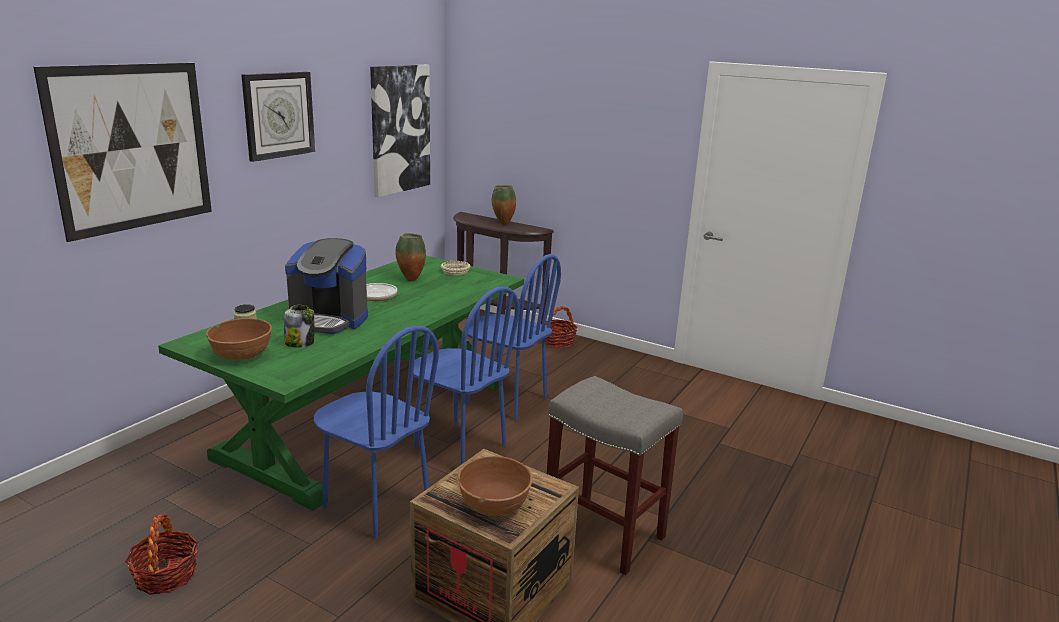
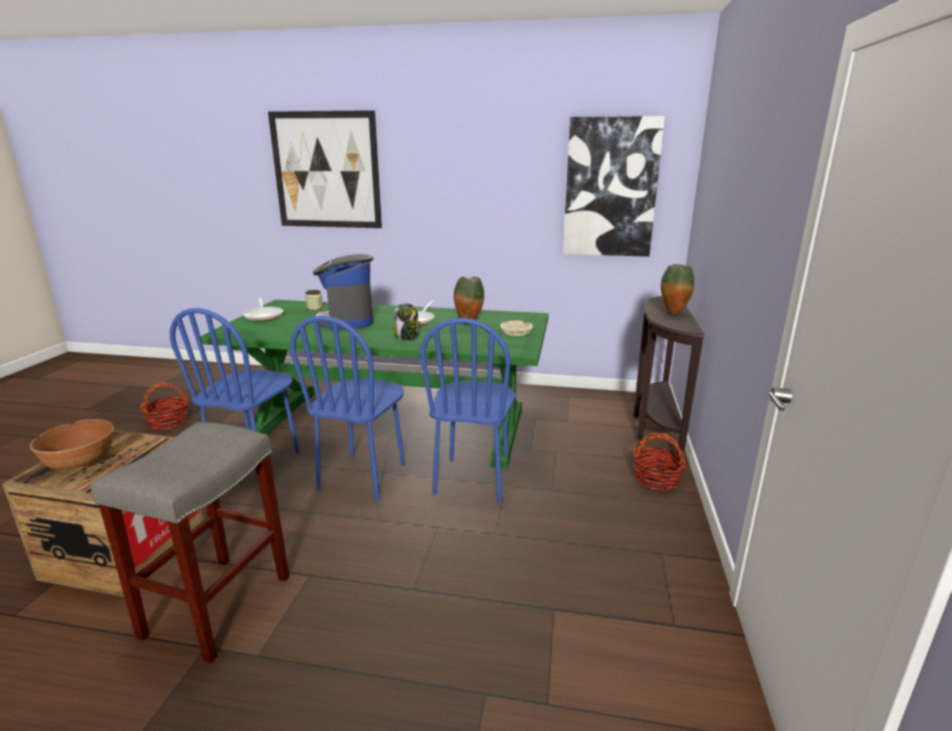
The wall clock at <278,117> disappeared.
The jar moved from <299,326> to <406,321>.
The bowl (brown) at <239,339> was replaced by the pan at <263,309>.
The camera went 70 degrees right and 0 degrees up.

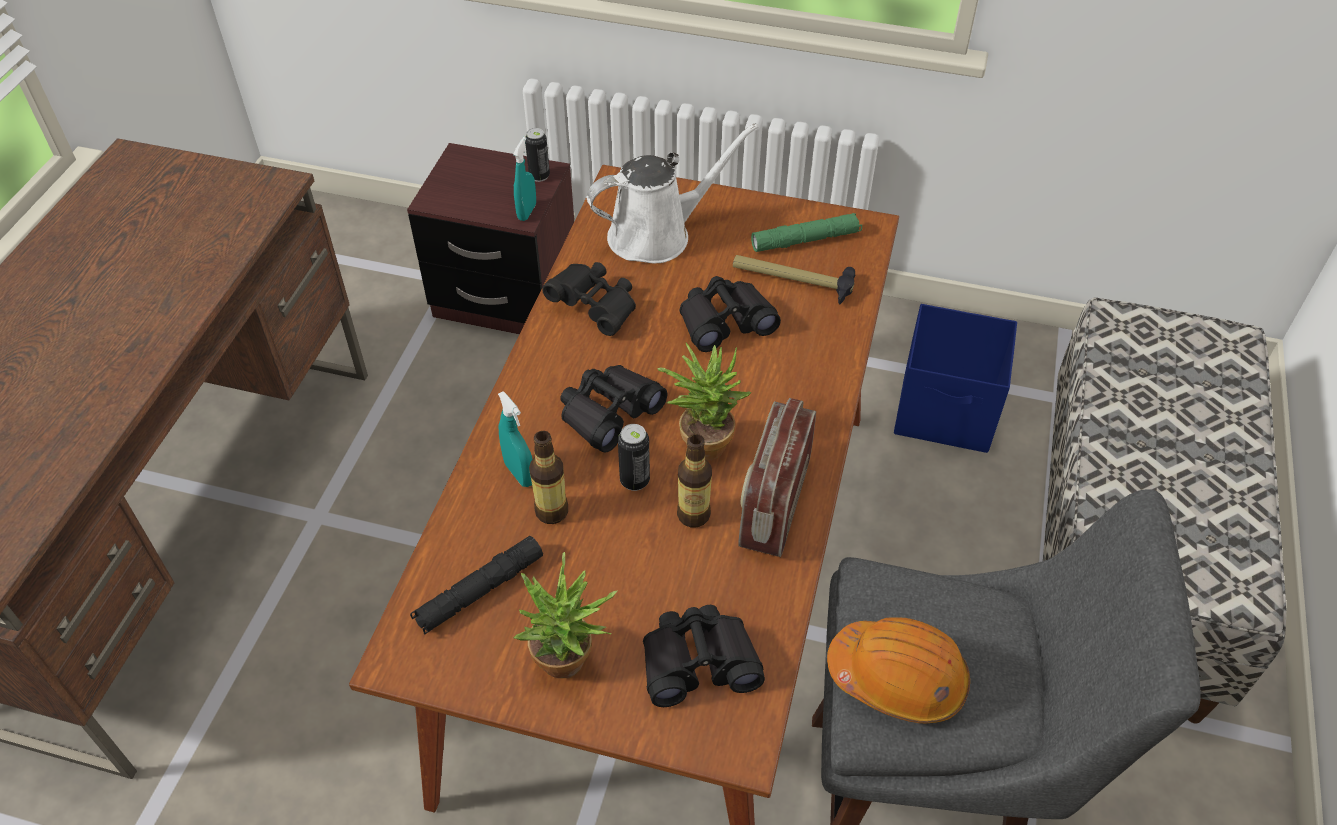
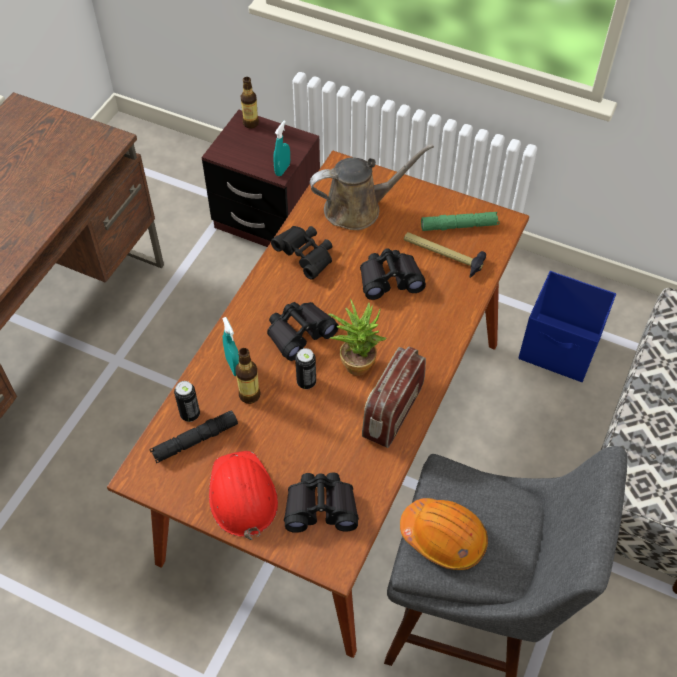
The watering pot (white-coloured) at <673,193> became the watering pot (brown) at <372,187>.
The sealed can moved from <537,155> to <187,401>.
The drink bottle moved from <694,480> to <249,103>.
The houseplant at <565,615> was replaced by the safety helmet (red-coloured) at <243,495>.
The camera went 10 degrees right and 5 degrees up.

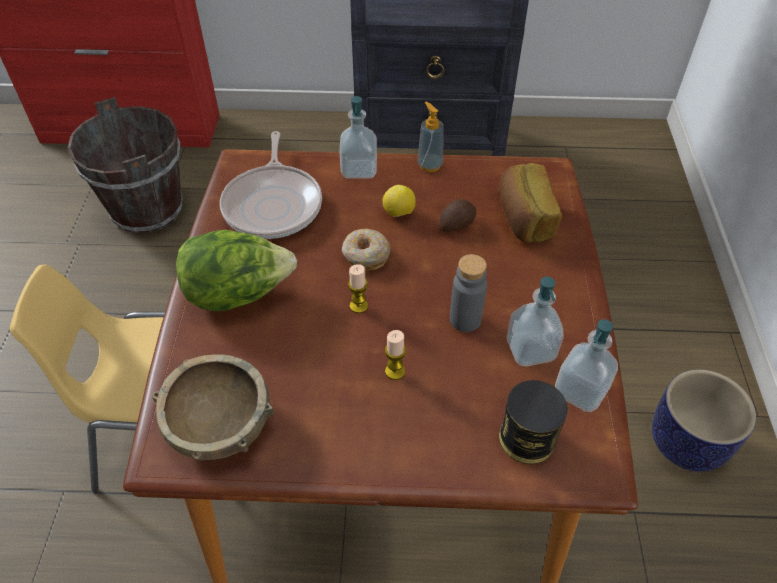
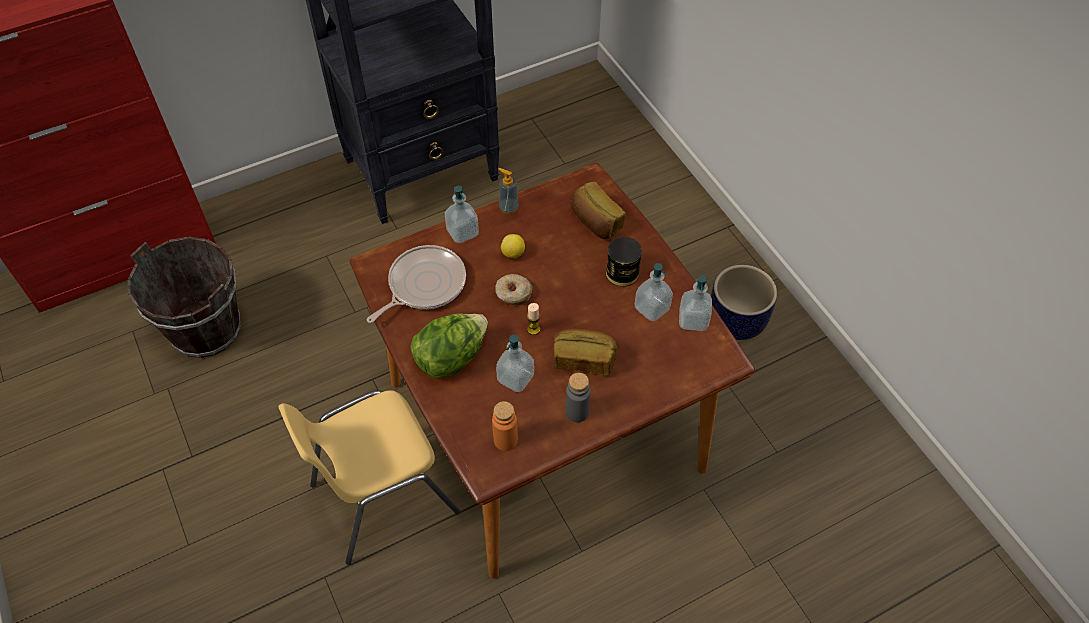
The pan at <271,185> turned 105 degrees counterclockwise.
The spud at <458,215> disappeared.
The drink bottle (gray) moved from <468,293> to <578,397>.
The wax light at <395,355> was replaced by the bakery bread at <586,352>.
The bowl (brown) at <213,407> was replaced by the drink bottle (orange-coloured) at <505,426>.
The sealed can moved from <533,422> to <624,262>.
The soap dispenser at <515,363> appeared.
The camera went 30 degrees left and 5 degrees up.

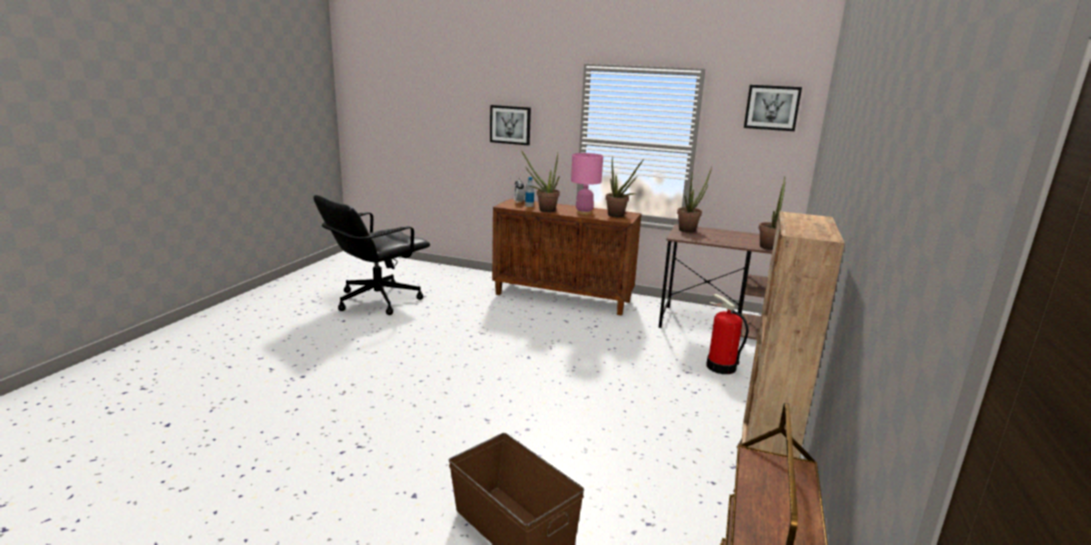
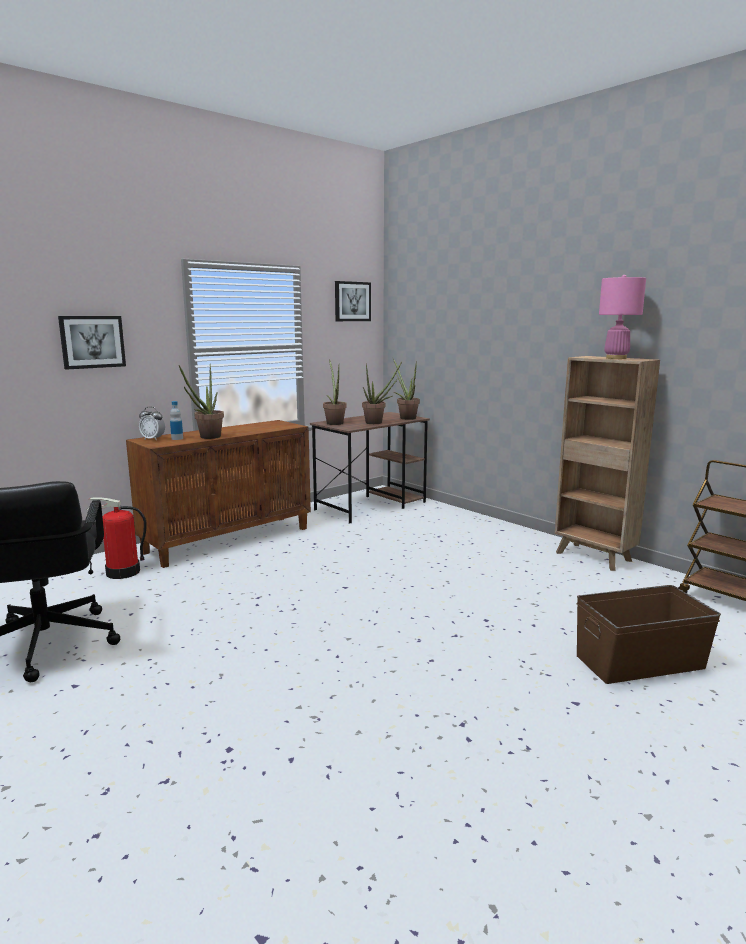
The table lamp (pink-coloured) moved from <587,184> to <622,317>.
The houseplant moved from <625,187> to <382,392>.
The fire extinguisher moved from <727,334> to <117,538>.
The camera went 60 degrees left and 5 degrees down.

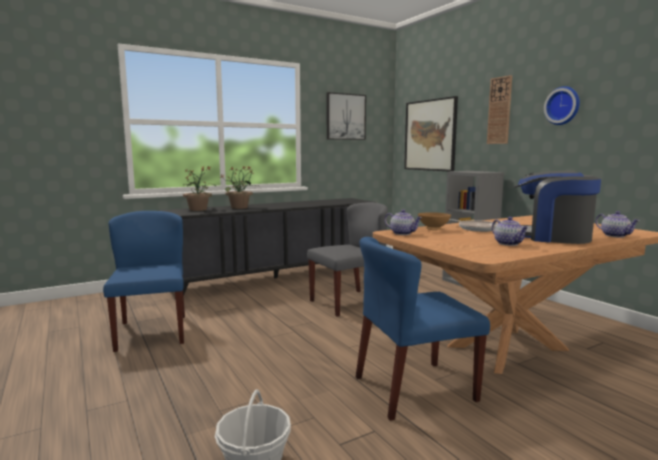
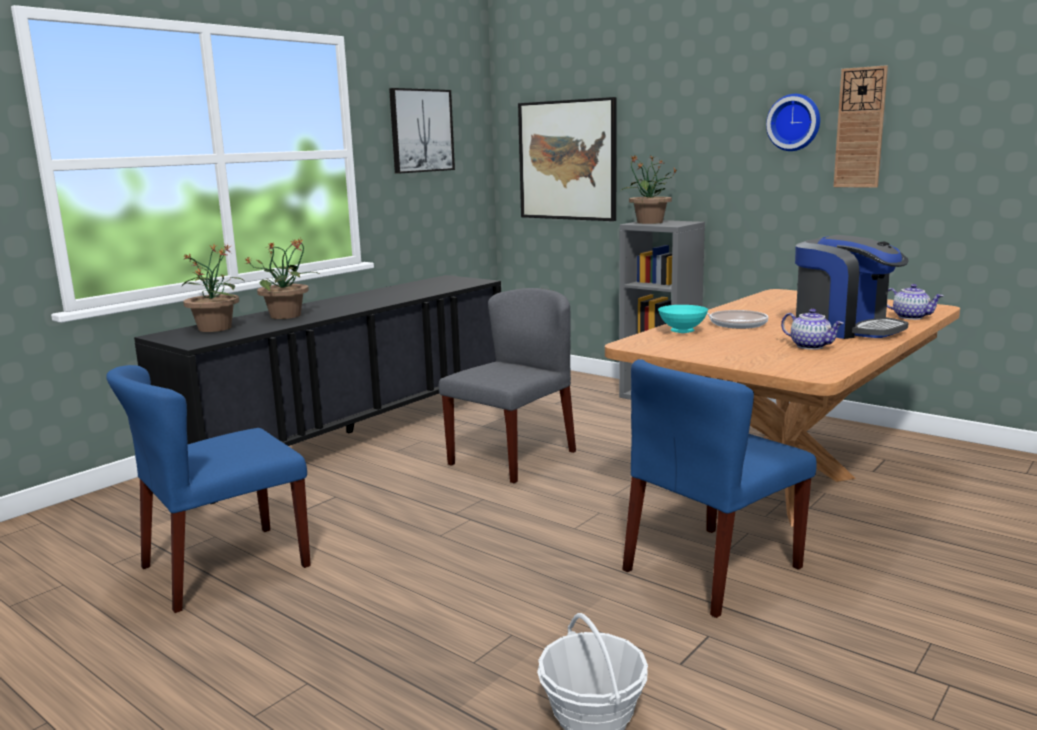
The wall clock moved from <499,109> to <860,126>.
The coffee brewer at <557,207> turned 135 degrees counterclockwise.
The teapot at <403,222> disappeared.
The plain chair (bluish) at <144,281> turned 90 degrees counterclockwise.
The bowl (brown) at <434,221> became the bowl (turquoise-coloured) at <683,319>.
The houseplant at <649,189> appeared.
The camera went 20 degrees left and 5 degrees up.

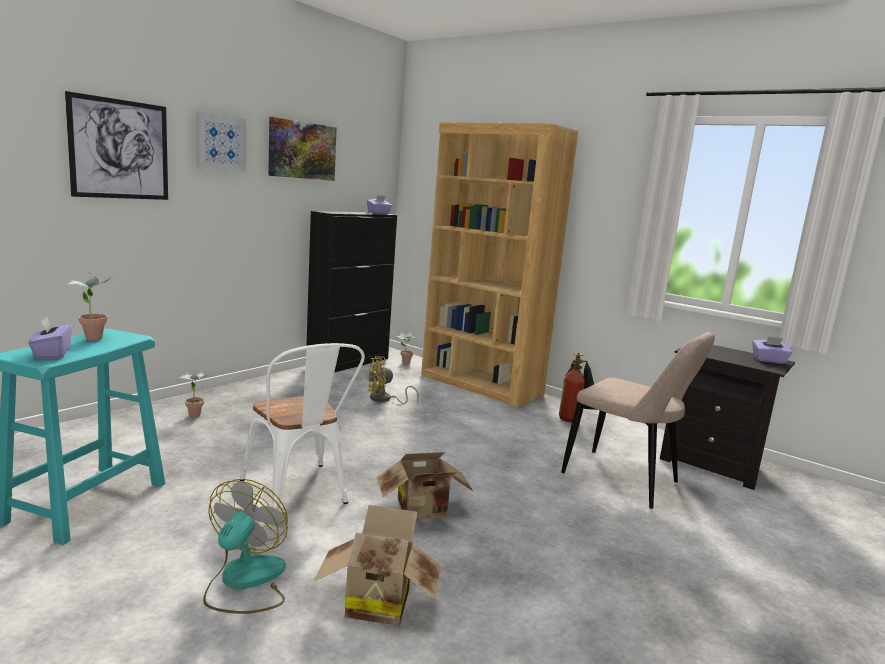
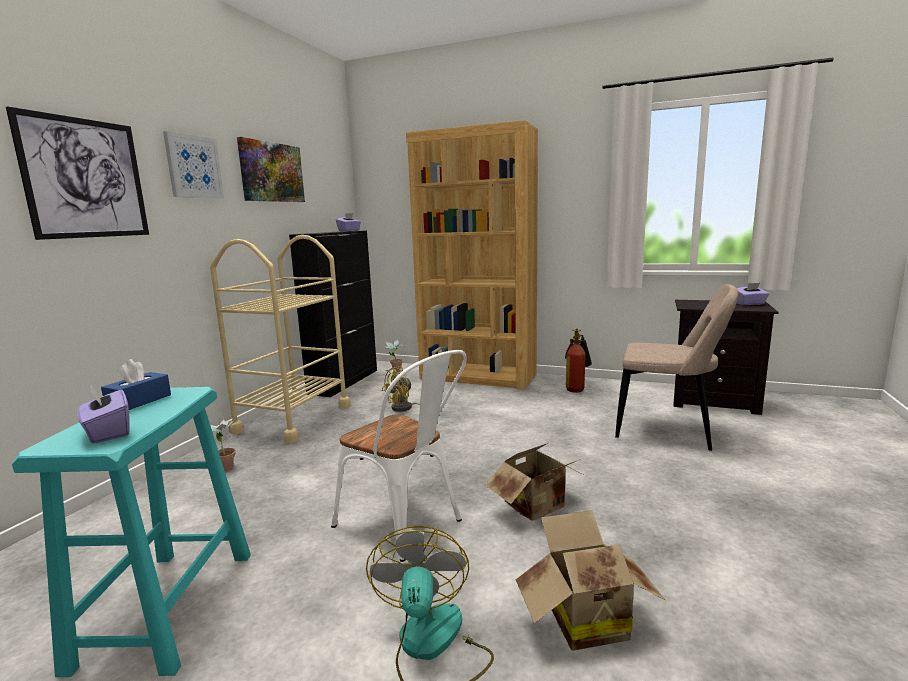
The houseplant at <89,306> was replaced by the box of tissues (bluish) at <136,384>.
The cart (sand-coloured) at <280,339> appeared.
The camera went 15 degrees left and 0 degrees up.

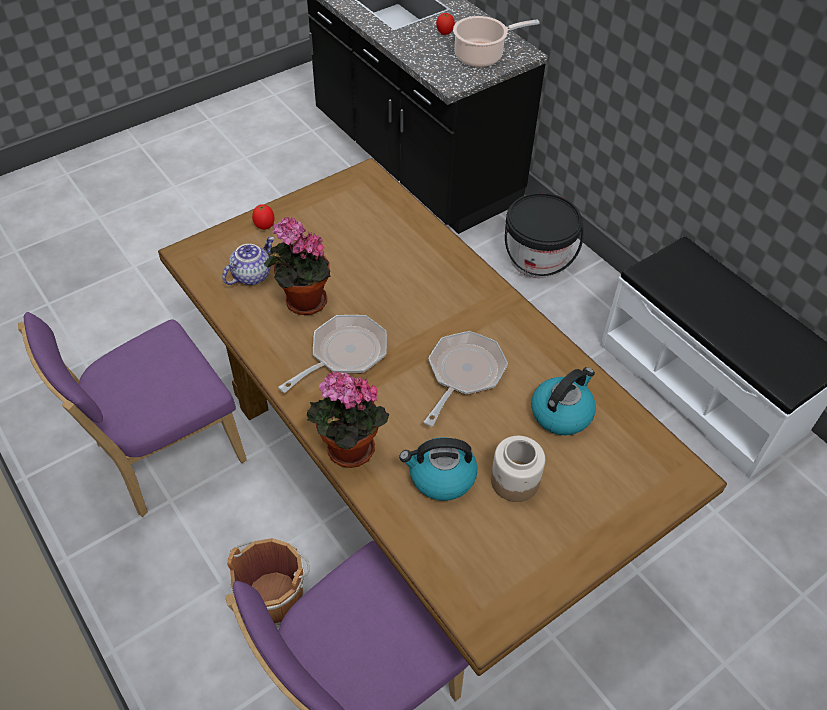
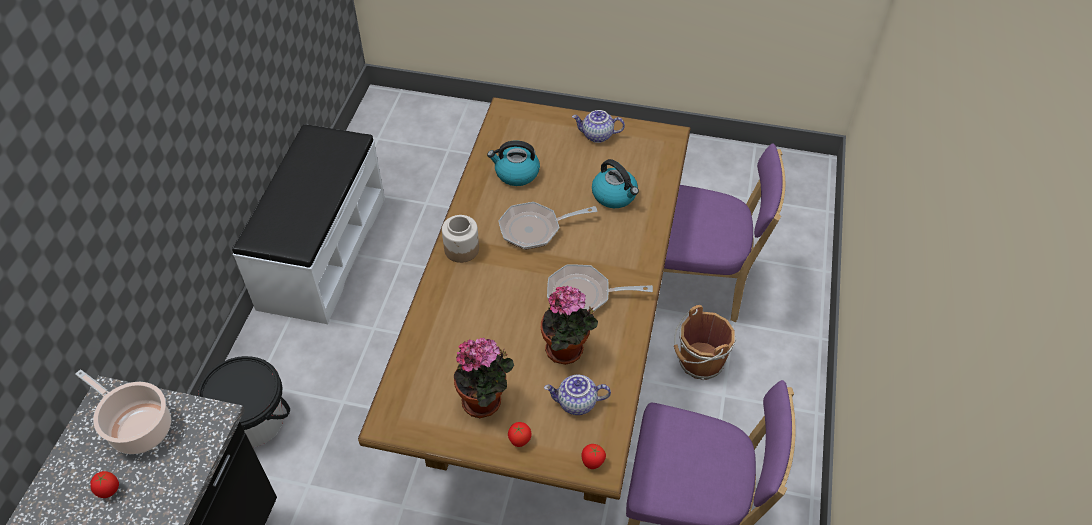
The houseplant moved from <348,419> to <484,378>.
The jar moved from <518,469> to <460,239>.
The teapot at <598,126> appeared.
The whole tomato at <594,456> appeared.
The camera went 130 degrees left and 0 degrees up.

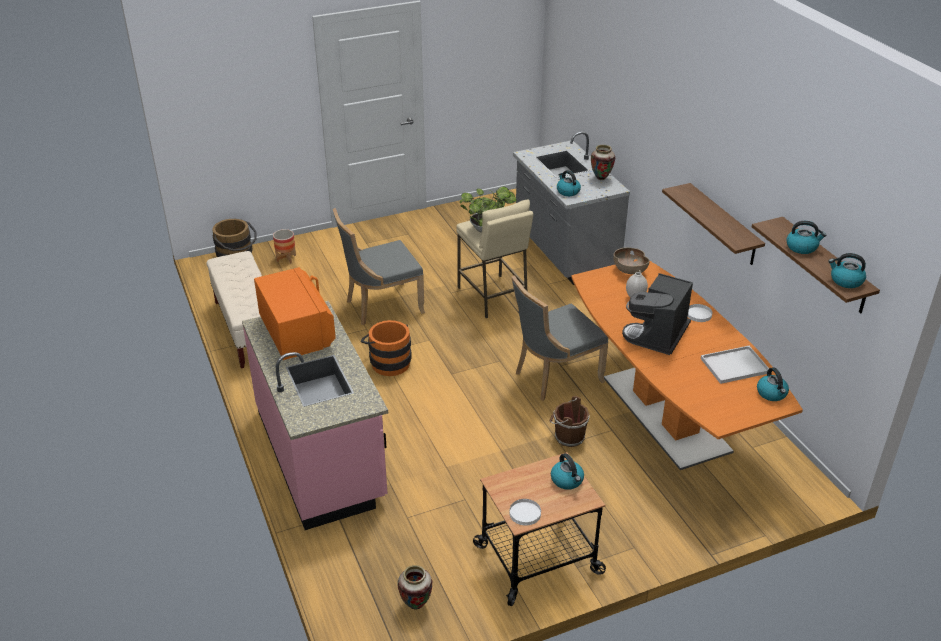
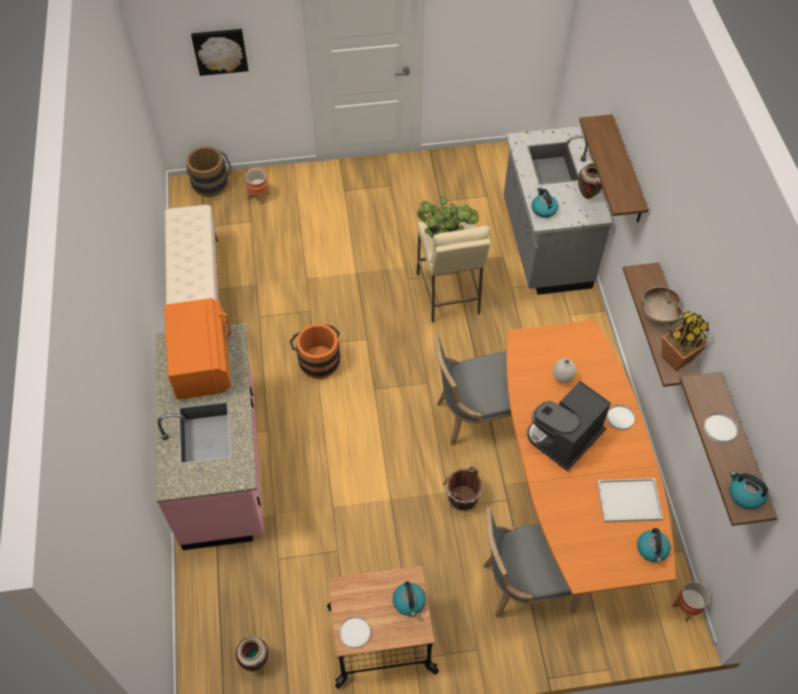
The plain chair (gray) moved from <379,266> to <533,562>.
The water kettle at <806,237> was replaced by the dinner plate (white-coloured) at <721,428>.
The bowl (brown) moved from <631,260> to <662,306>.
The wall art at <219,52> appeared.
The shelf at <614,168> appeared.
The houseplant at <685,341> appeared.
The planter at <691,602> appeared.
The camera went 15 degrees right and 20 degrees up.

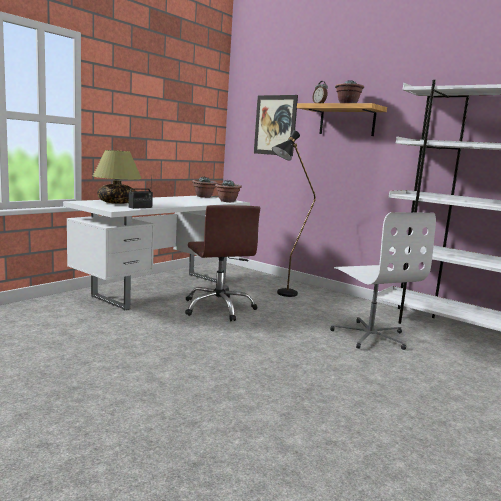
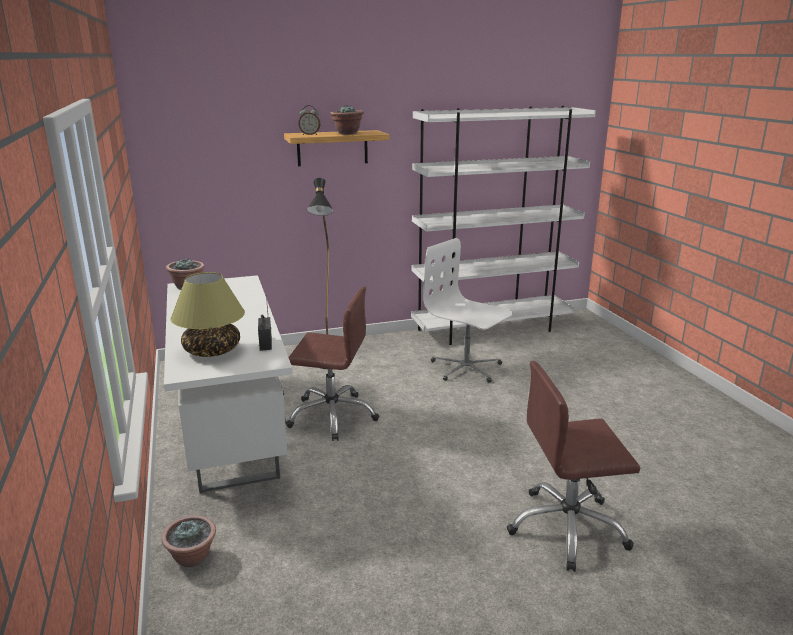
The wall art at <276,125> disappeared.
The houseplant moved from <228,191> to <189,541>.
The desk chair (white-coloured) at <383,281> turned 150 degrees counterclockwise.
The desk chair (brown) at <573,466> appeared.
The camera went 55 degrees left and 10 degrees up.

